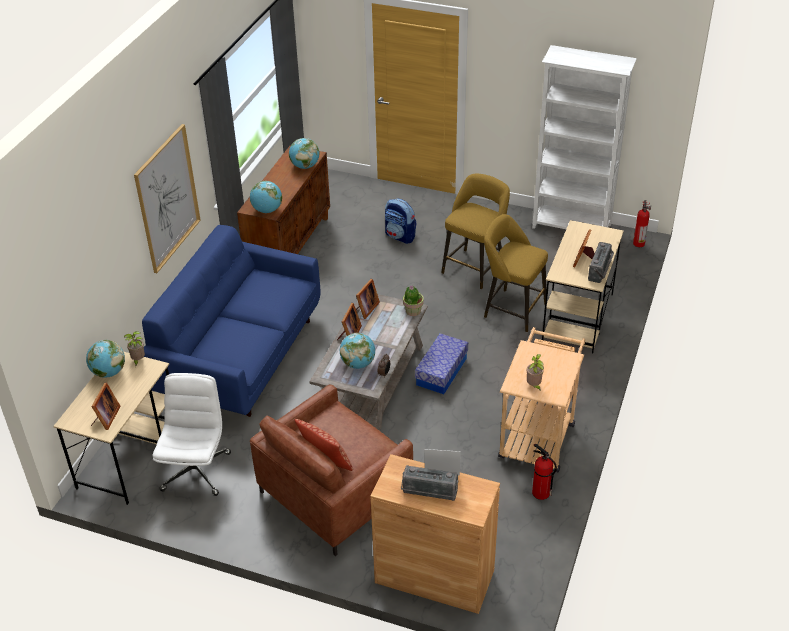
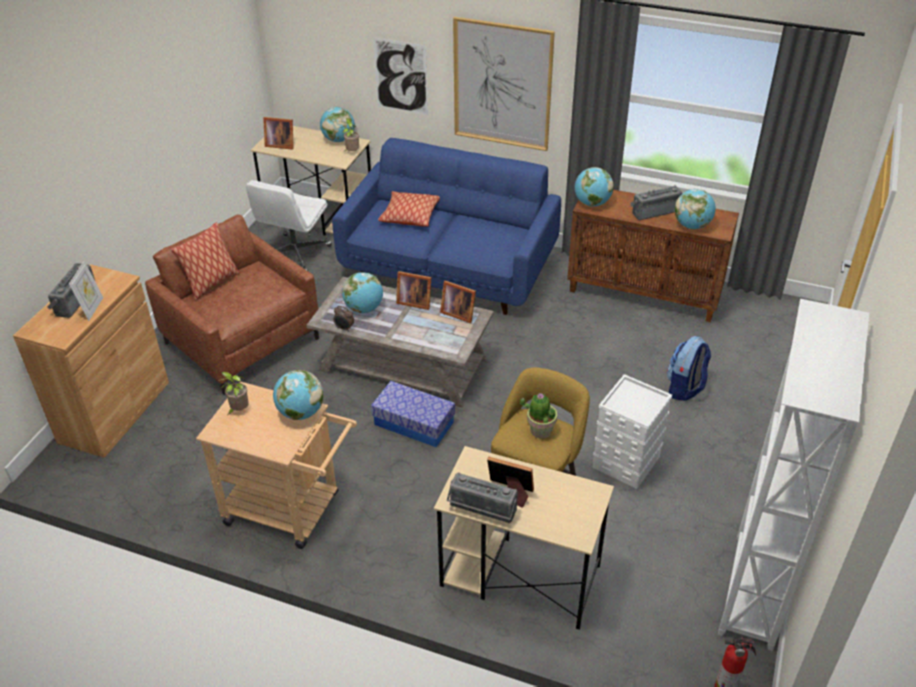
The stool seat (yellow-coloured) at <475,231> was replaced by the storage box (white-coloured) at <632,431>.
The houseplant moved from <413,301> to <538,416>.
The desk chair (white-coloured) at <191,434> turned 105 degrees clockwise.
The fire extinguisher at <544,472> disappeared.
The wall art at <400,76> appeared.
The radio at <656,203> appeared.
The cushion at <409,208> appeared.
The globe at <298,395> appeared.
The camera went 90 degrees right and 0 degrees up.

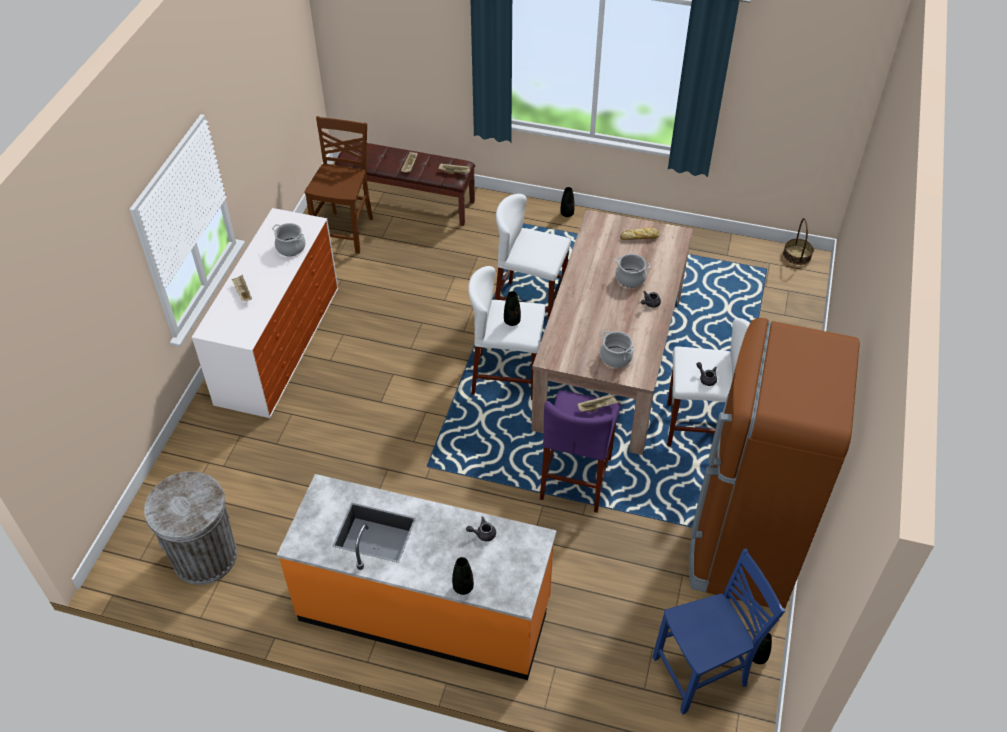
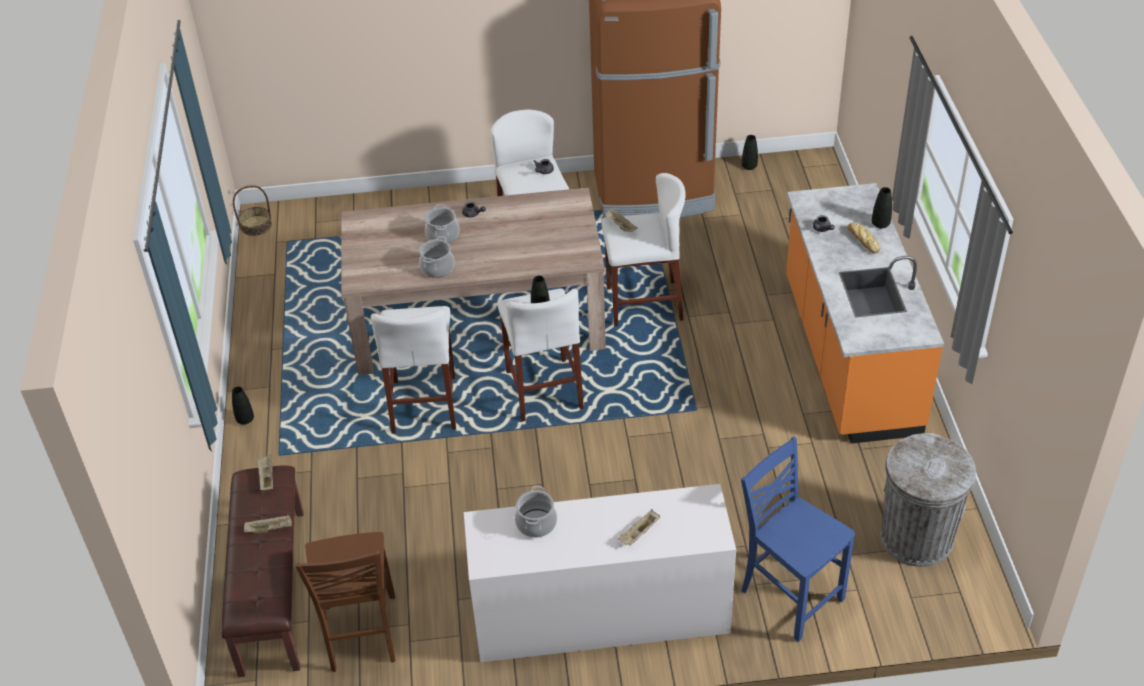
The plain chair (brown) at <338,185> turned 90 degrees counterclockwise.
The bakery bread moved from <639,233> to <863,237>.
The stockpot moved from <617,349> to <437,257>.
The stool seat (purple) at <580,451> became the stool seat (white-coloured) at <643,249>.
The plain chair (bluish) moved from <719,631> to <798,539>.
The camera went 110 degrees left and 5 degrees down.

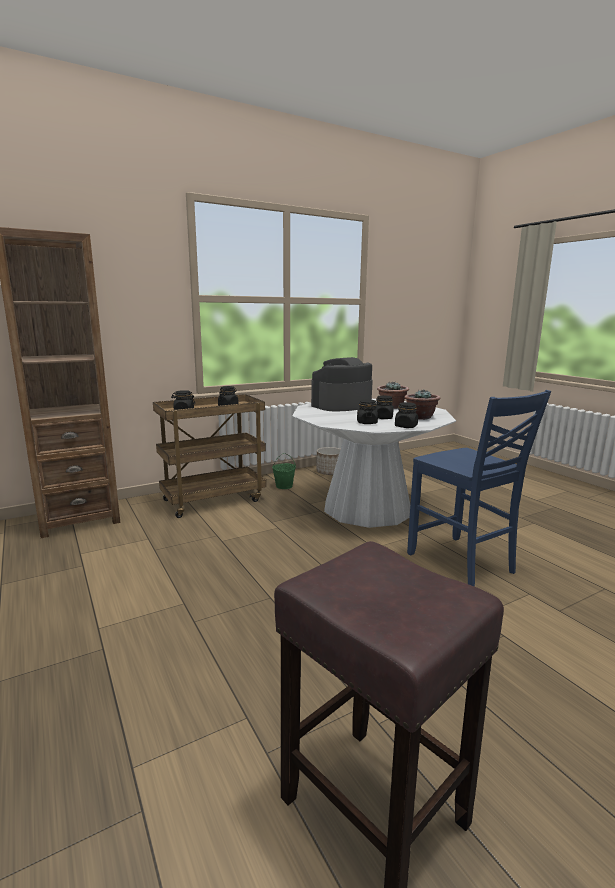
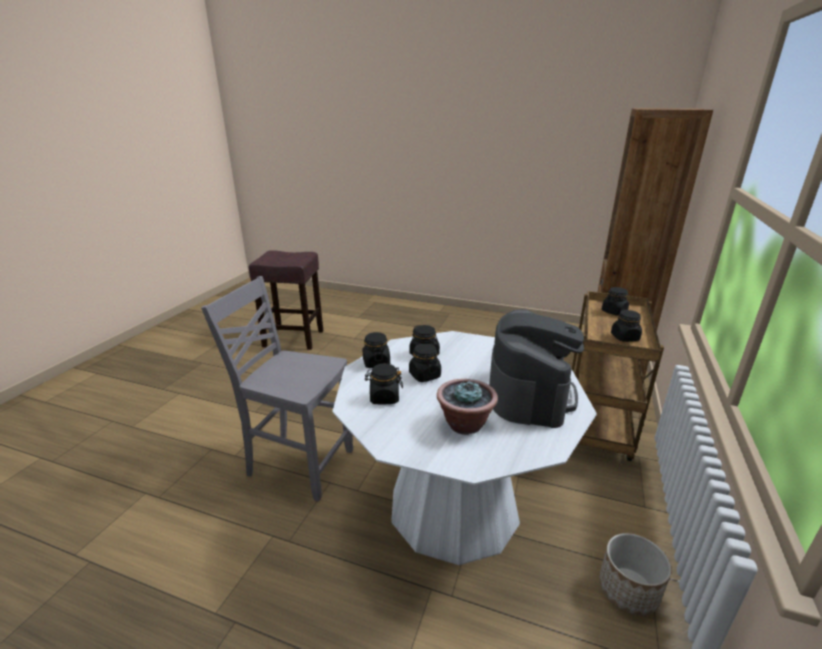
The houseplant at <422,404> was replaced by the jar (black-coloured) at <384,383>.
The plain chair (bluish) at <479,488> became the plain chair (gray) at <277,388>.
The pail (green-coloured) at <284,471> disappeared.
The camera went 140 degrees right and 10 degrees up.

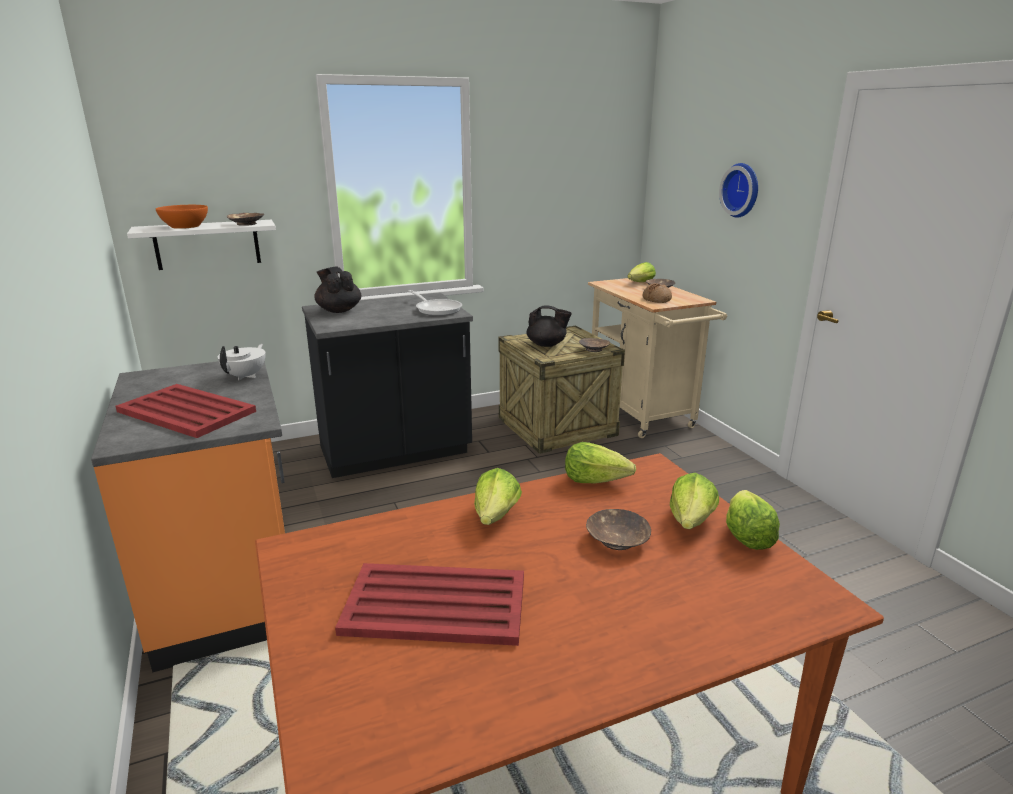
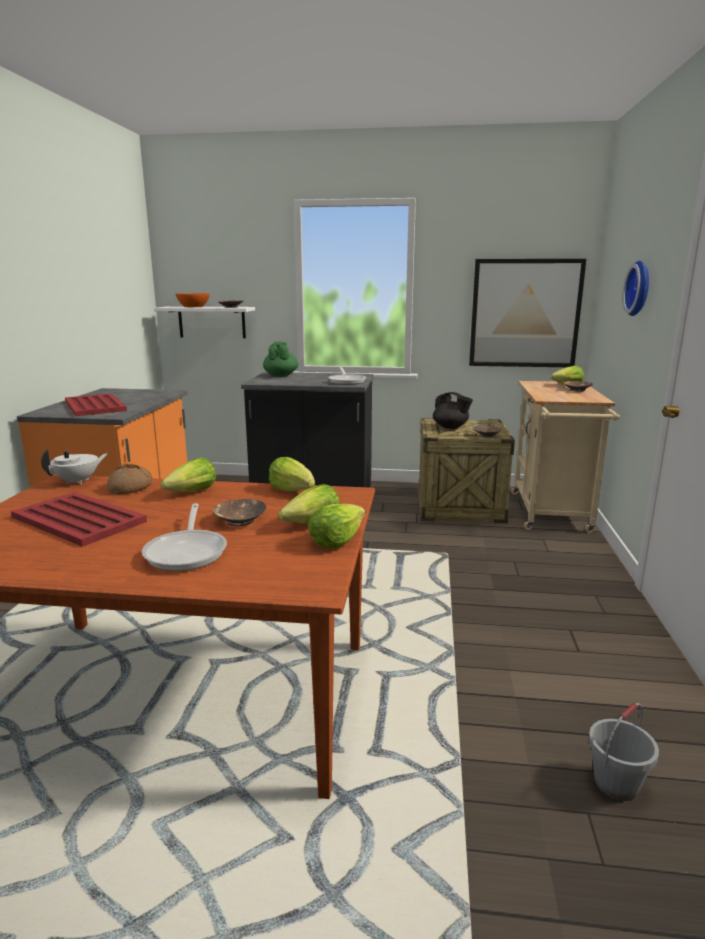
The teapot (black-coloured) at <337,289> became the teapot (green-coloured) at <280,359>.
The bakery bread moved from <657,293> to <129,479>.
The teapot (white-coloured) moved from <242,362> to <74,467>.
The wall art at <527,313> appeared.
The pan at <184,537> appeared.
The pail (gray) at <624,752> appeared.
The camera went 30 degrees right and 5 degrees down.

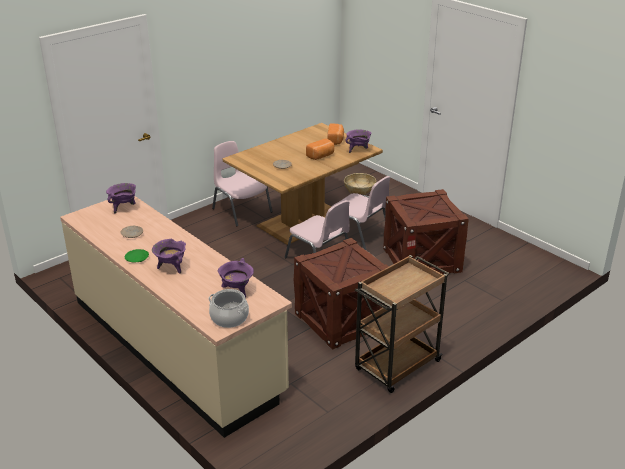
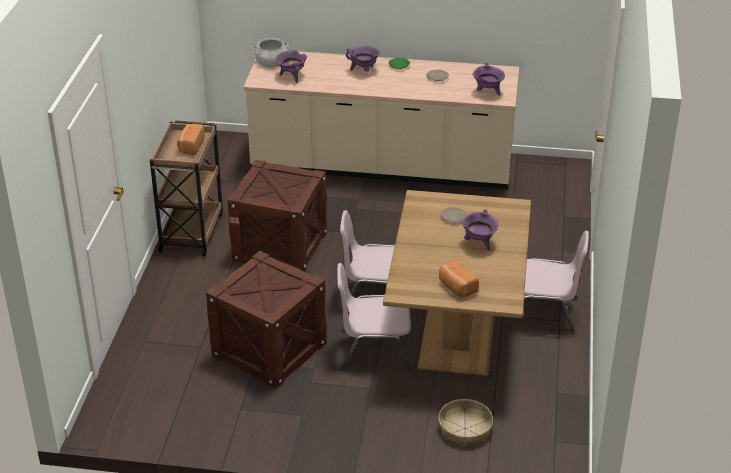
The stockpot (purple) moved from <358,141> to <480,229>.
The bakery bread moved from <320,149> to <191,139>.
The camera went 140 degrees right and 5 degrees up.

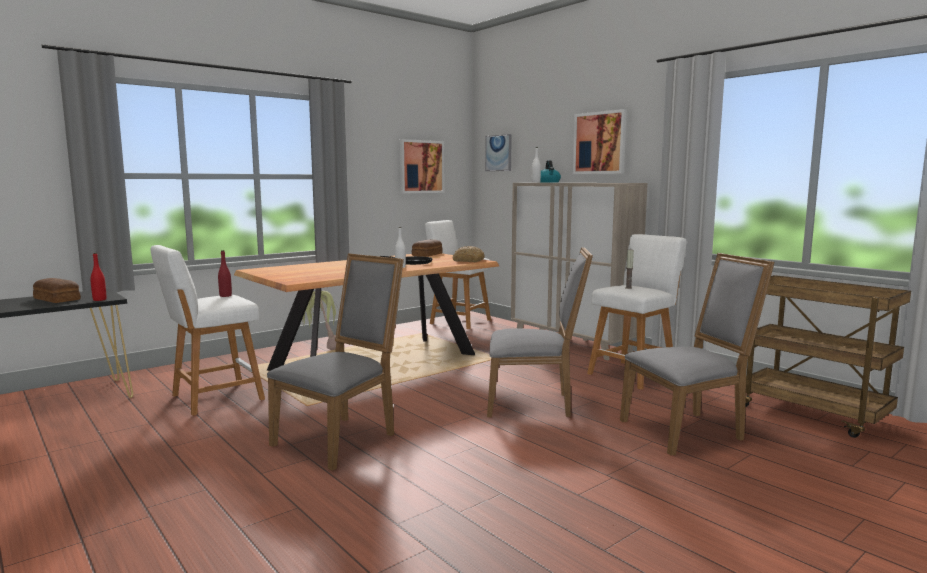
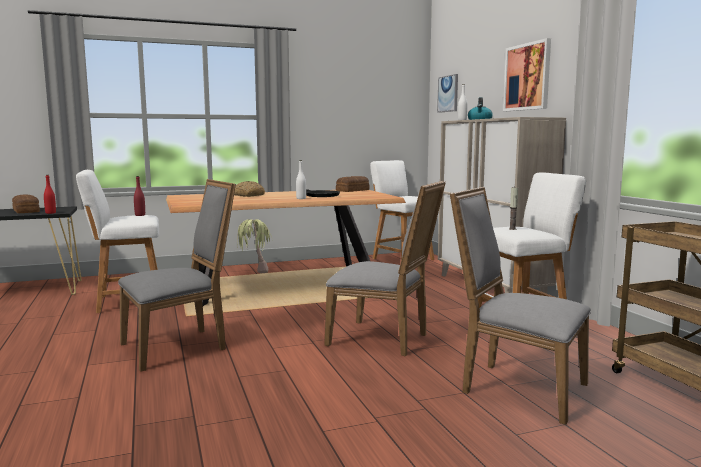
The wall art at <422,166> disappeared.
The bakery bread moved from <468,254> to <249,189>.
The plain chair (gray) at <697,354> turned 150 degrees counterclockwise.
The camera went 20 degrees right and 0 degrees up.

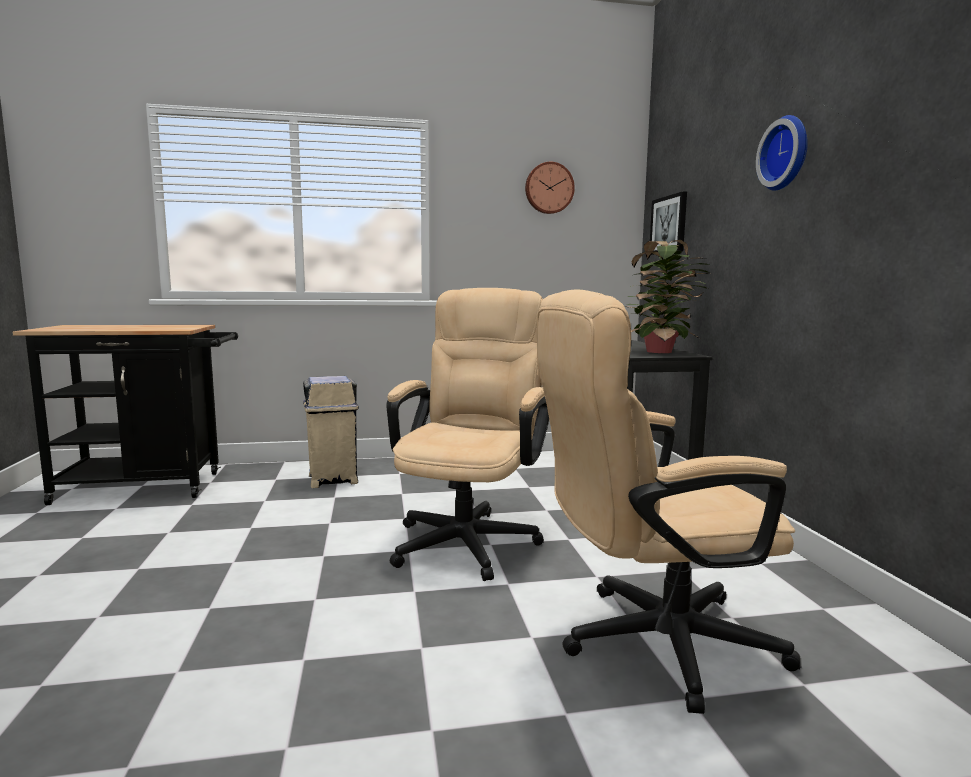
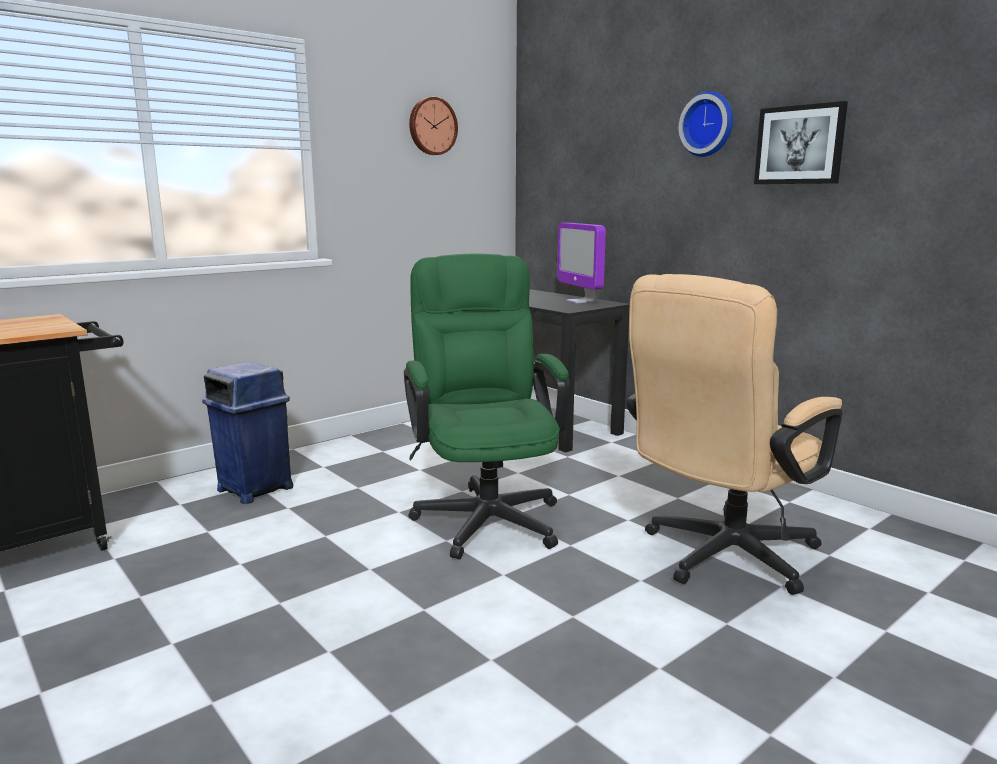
The wall art moved from <668,223> to <801,142>.
The houseplant at <666,296> was replaced by the computer display at <581,263>.
The desk chair (sand-coloured) at <467,434> became the desk chair (green-coloured) at <487,406>.
The waste bin (sand-coloured) at <331,432> became the waste bin (bluish) at <247,433>.
The camera went 30 degrees left and 5 degrees up.

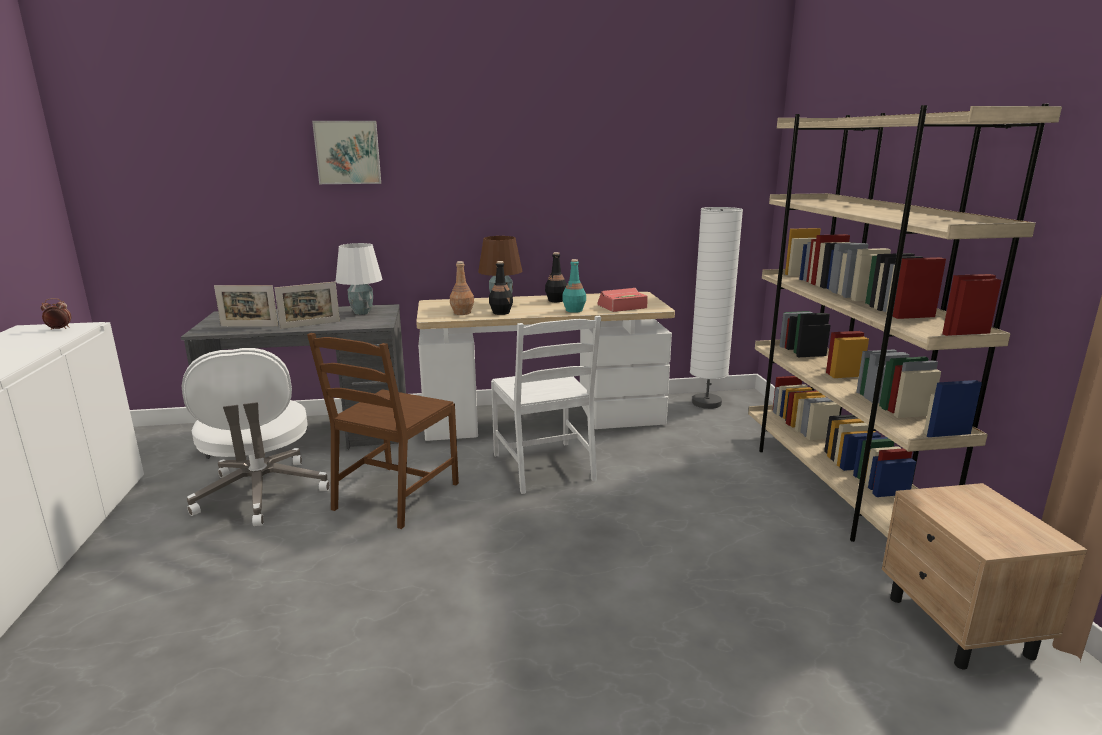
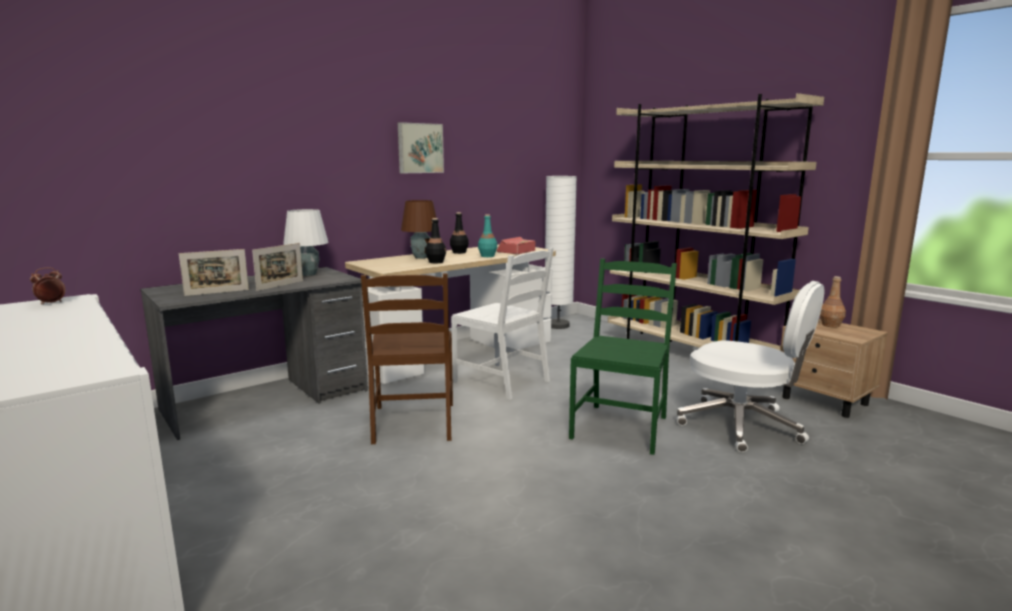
The wall art moved from <346,152> to <421,147>.
The drink bottle (brown) moved from <462,288> to <833,301>.
The desk chair (white-coloured) moved from <256,437> to <750,366>.
The plain chair (green-coloured) at <623,356> appeared.
The camera went 30 degrees left and 5 degrees down.

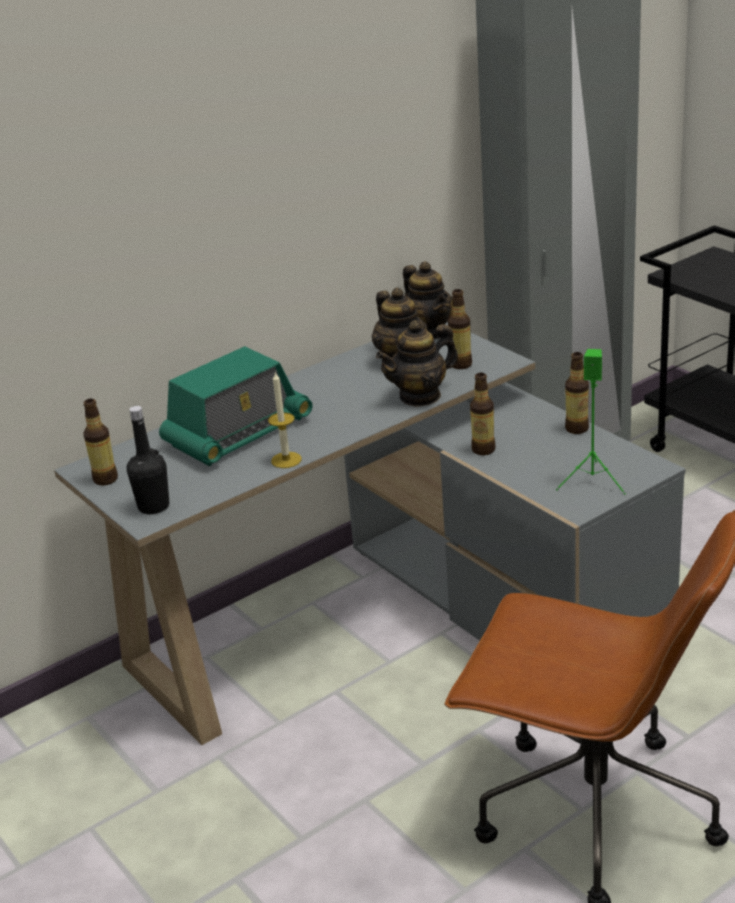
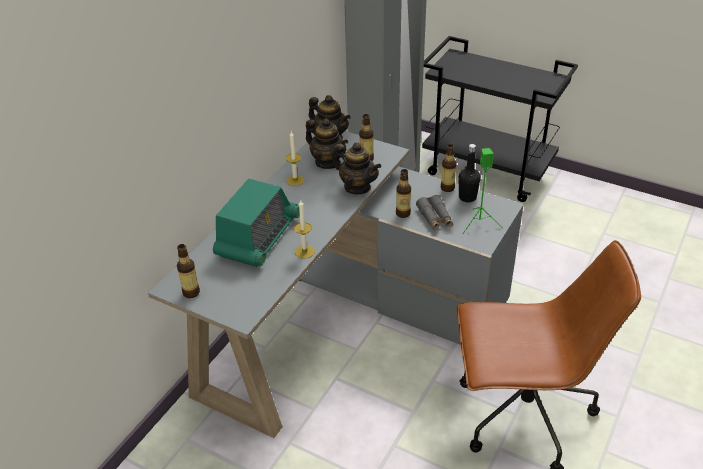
The teapot at <417,363> turned 90 degrees counterclockwise.
The drink bottle (black-coloured) moved from <148,460> to <469,173>.
The wax light at <295,158> appeared.
The binoculars (gray) at <434,212> appeared.
The camera went 25 degrees left and 10 degrees up.

